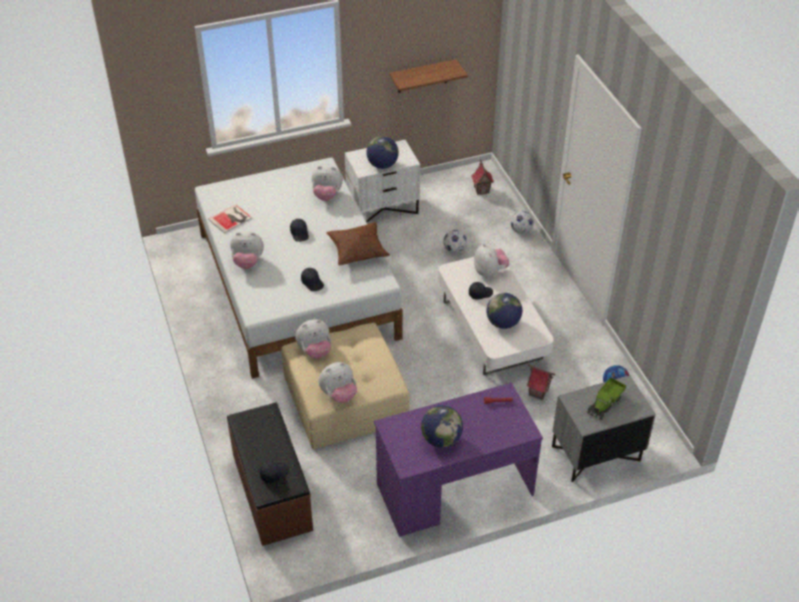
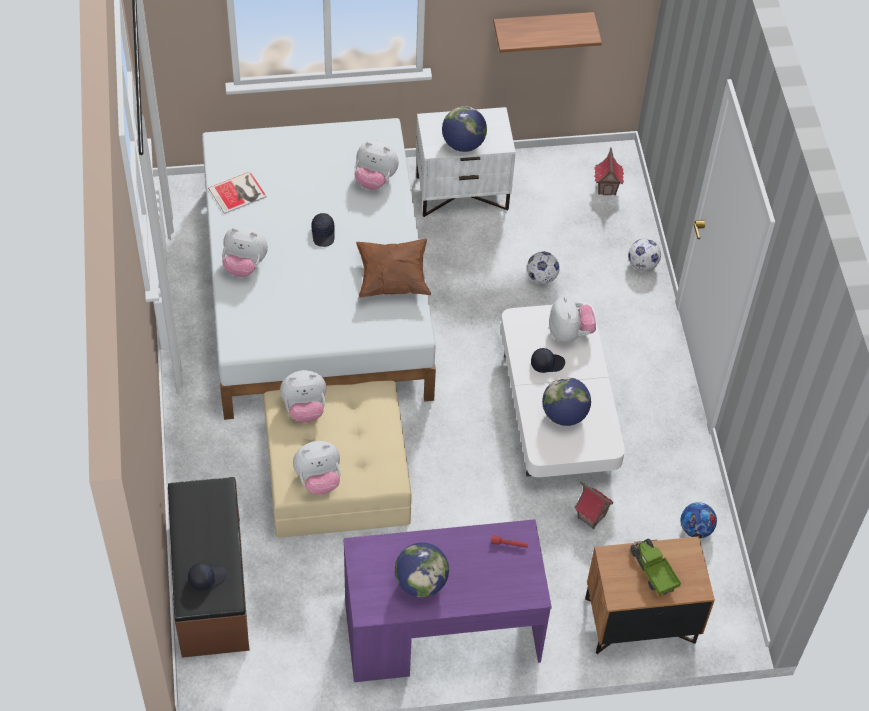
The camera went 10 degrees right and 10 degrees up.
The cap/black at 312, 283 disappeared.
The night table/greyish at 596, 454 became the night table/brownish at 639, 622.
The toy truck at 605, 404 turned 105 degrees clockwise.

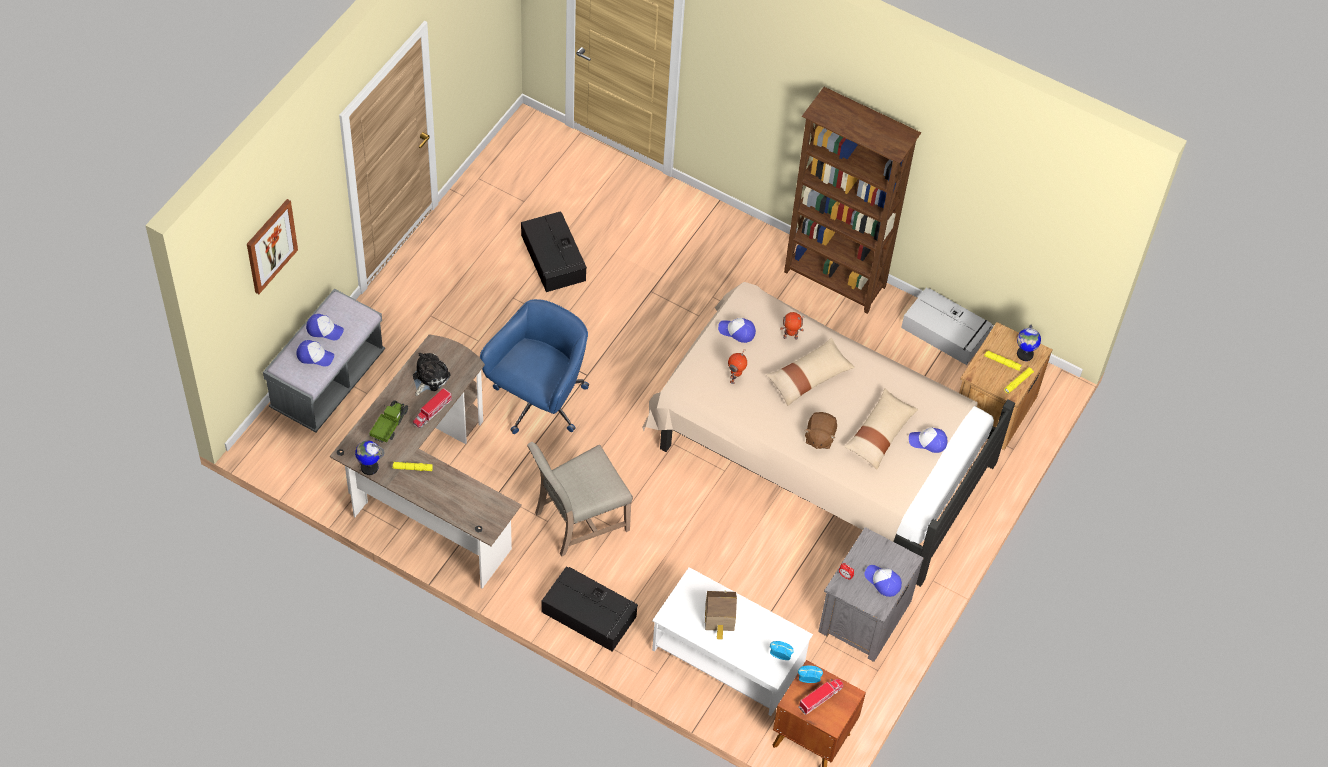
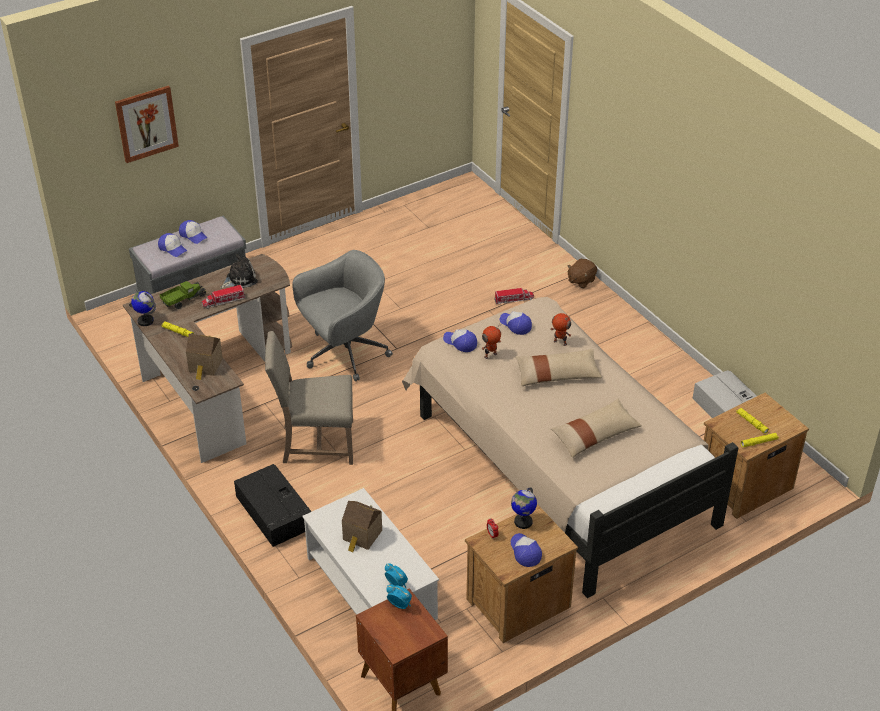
The camera went 30 degrees right and 15 degrees down.
The bookshelf/brownish at 835, 280 disappeared.
The storage container/black at 553, 259 disappeared.
The office chair/bluish at 539, 402 became the office chair/greyish at 344, 354.
The globe moved from 1024, 354 to 523, 522.
The cuddly toy/brownish moved from 819, 437 to 581, 280.
The cap moved from 928, 442 to 460, 343.
The night table/greyish at 863, 617 became the night table/brownish at 516, 603.
The toy truck moved from 820, 698 to 513, 299.
The miniature house at 205, 366 appeared.

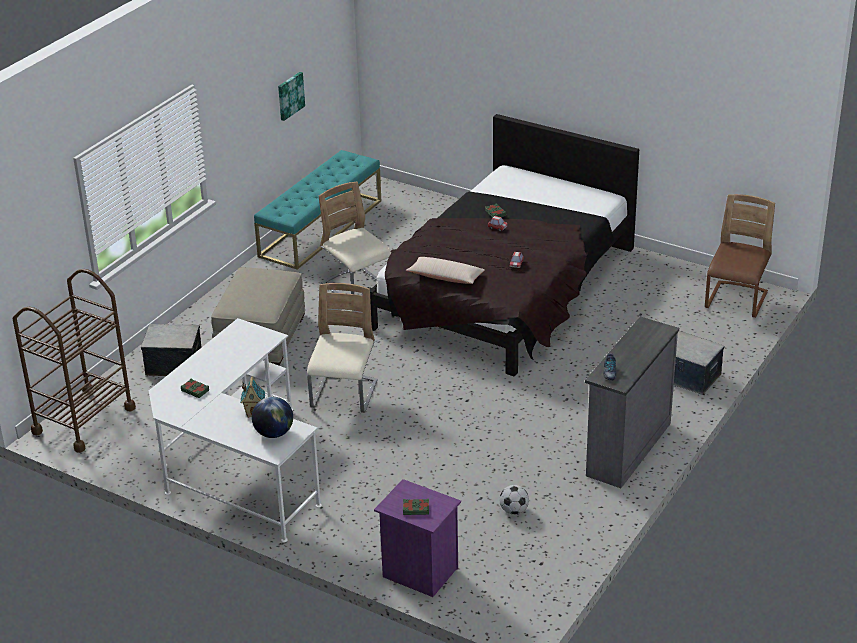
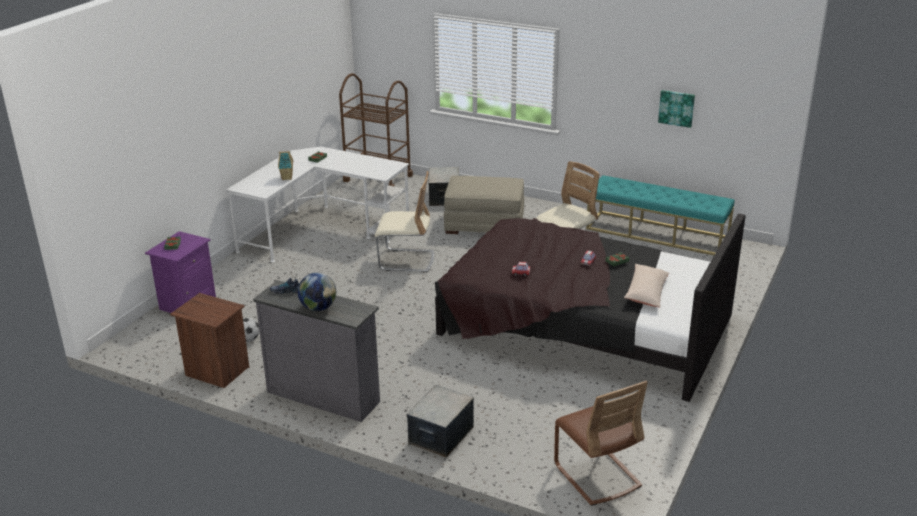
The camera went 85 degrees right and 5 degrees down.
The chair/brownish at 736, 301 turned 45 degrees clockwise.
The pillow/sand-coloured moved from 445, 277 to 646, 292.
The globe moved from 274, 433 to 318, 308.
The night table/brownish at 216, 372 appeared.

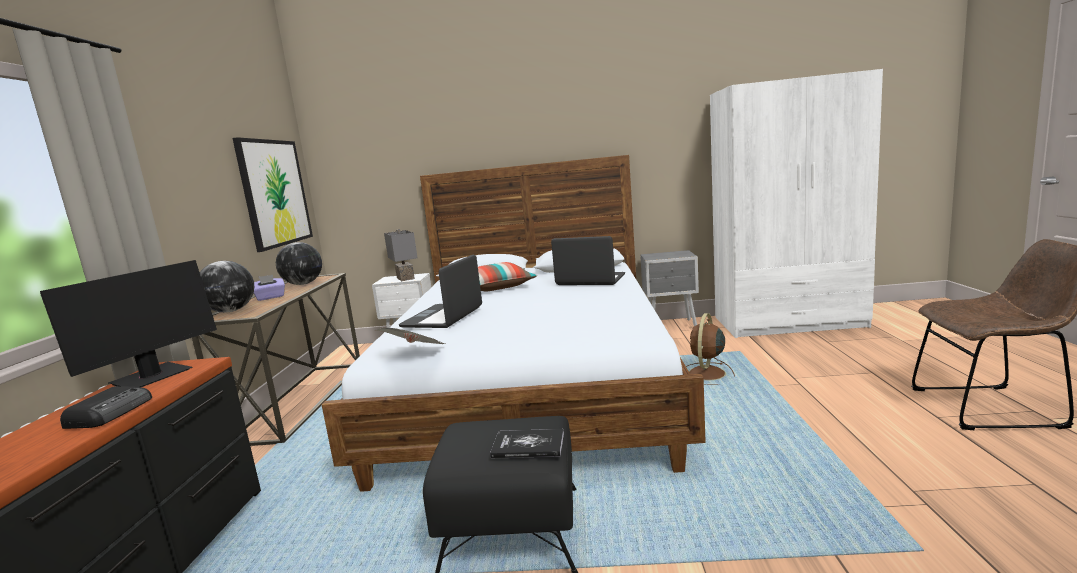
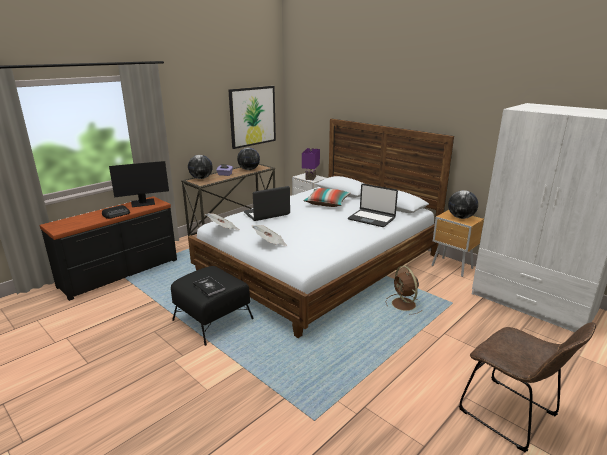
The camera went 40 degrees right and 10 degrees up.
The table lamp/greyish at 404, 278 became the table lamp/purple at 310, 178.
The portable computer at 590, 280 turned 150 degrees clockwise.
The night table/greyish at 672, 326 became the night table/brownish at 452, 267.
The fan/brownish at 706, 374 turned 90 degrees counterclockwise.
The globe at 461, 217 appeared.
The daily paper at 270, 243 appeared.

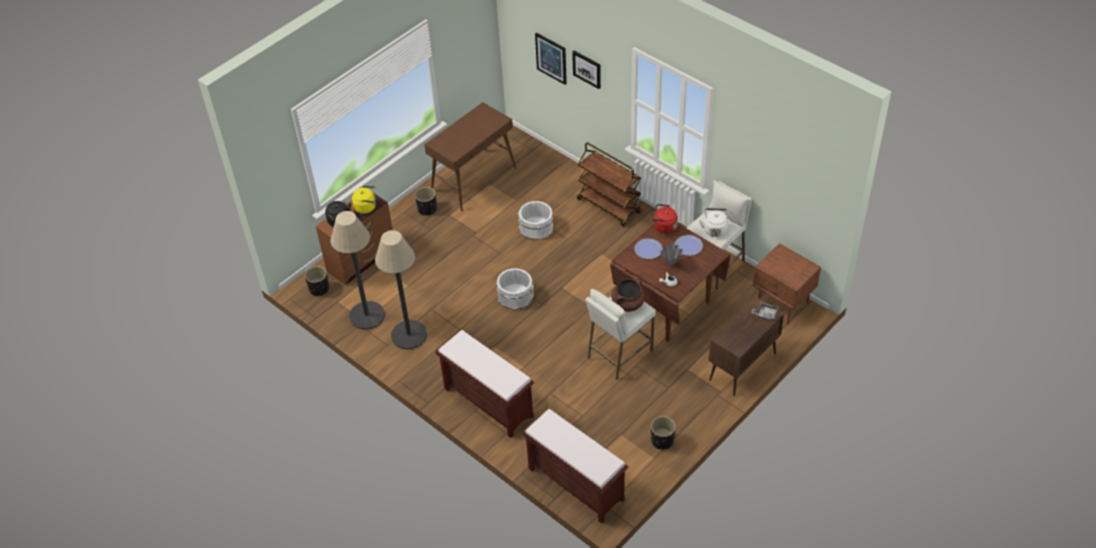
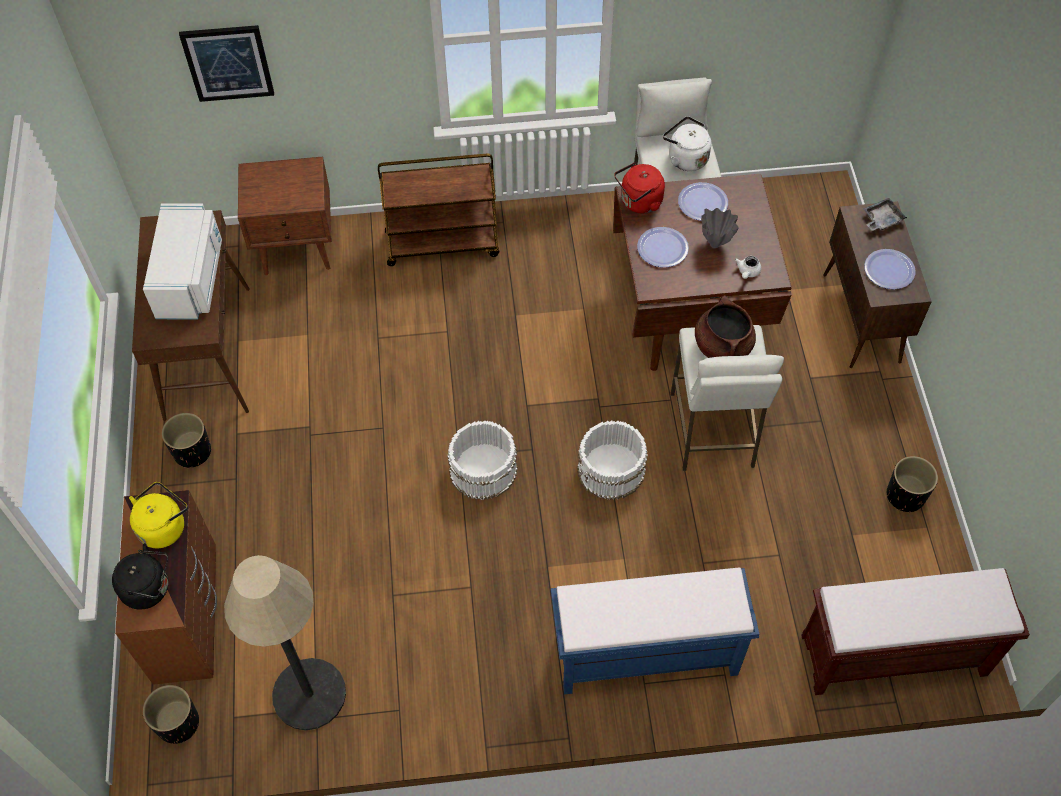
The camera went 50 degrees left and 10 degrees up.
The wall art at 587, 69 disappeared.
The water bucket/whitish moved from 536, 228 to 611, 470.
The floor lamp at 409, 335 disappeared.
The night table/brownish moved from 782, 305 to 298, 248.
The long seat/brownish at 487, 402 became the long seat/bluish at 644, 655.
The kitchen microwave/whitish at 191, 278 appeared.
The plate at 889, 270 appeared.

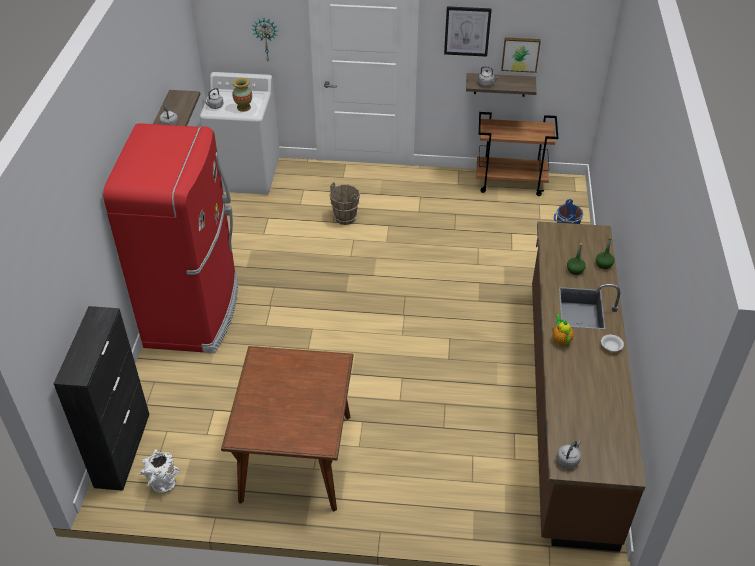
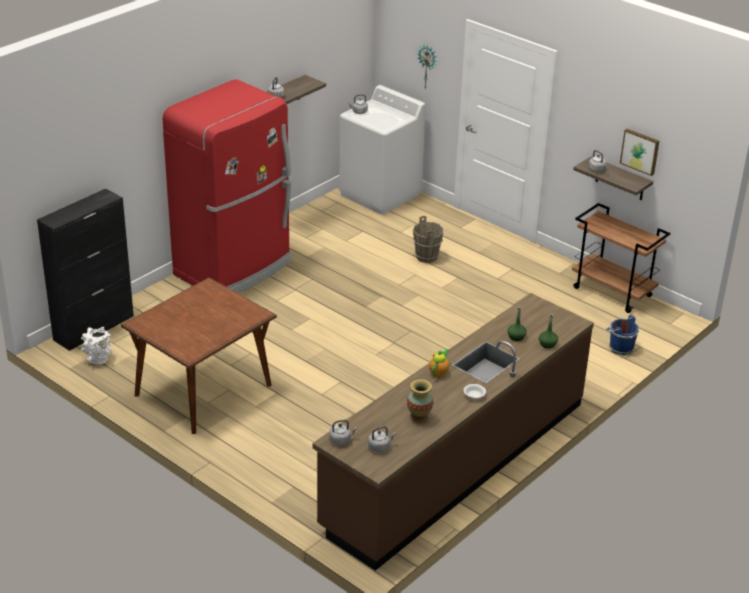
The camera went 35 degrees right and 10 degrees down.
The wall art at 467, 31 disappeared.
The flower vase moved from 244, 107 to 419, 417.
The water kettle/greyish at 380, 447 appeared.

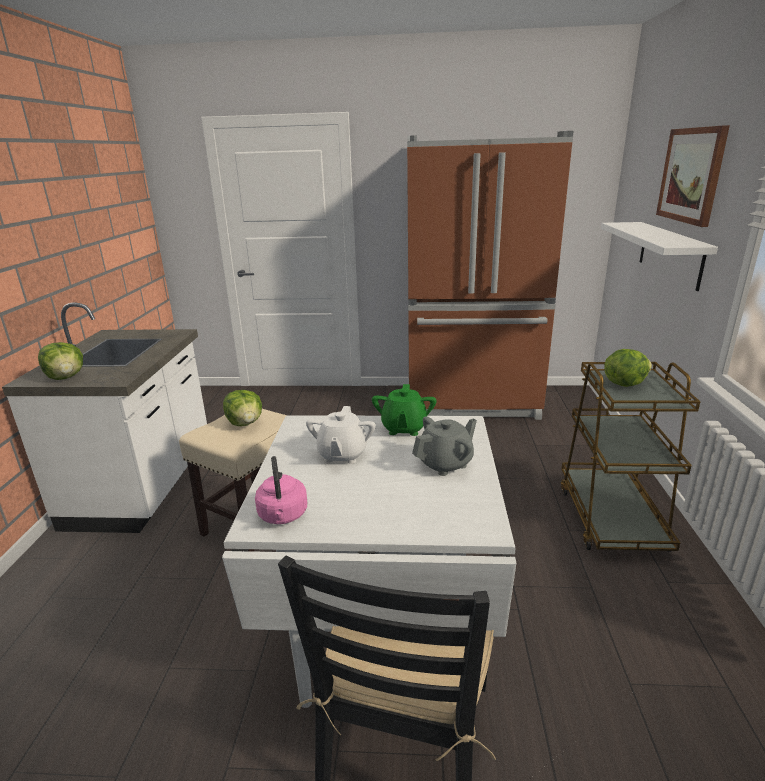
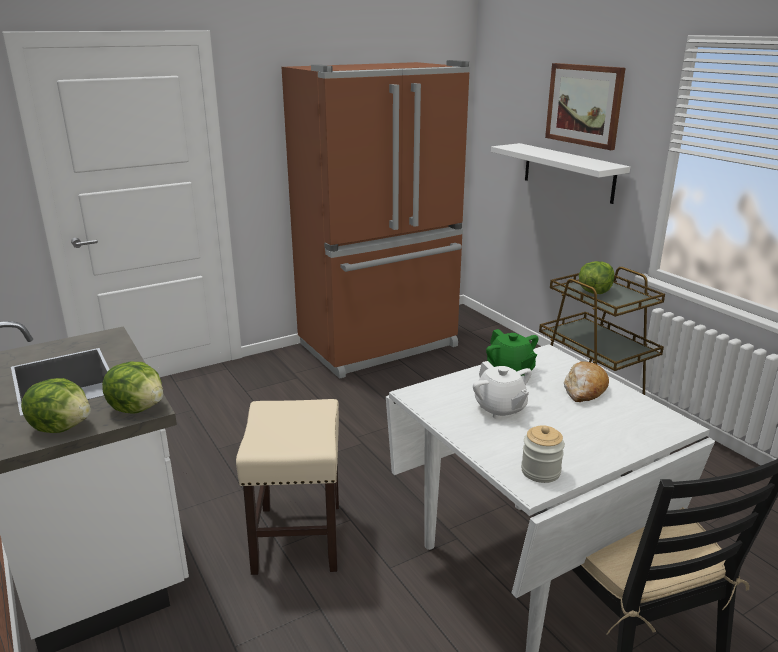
The camera went 35 degrees left and 0 degrees up.
The lettuce moved from 245, 423 to 138, 408.
The pot for tea/greyish at 445, 464 was replaced by the baked bread at 584, 389.
The water kettle/pink-coloured at 283, 516 was replaced by the preserve jar at 540, 471.

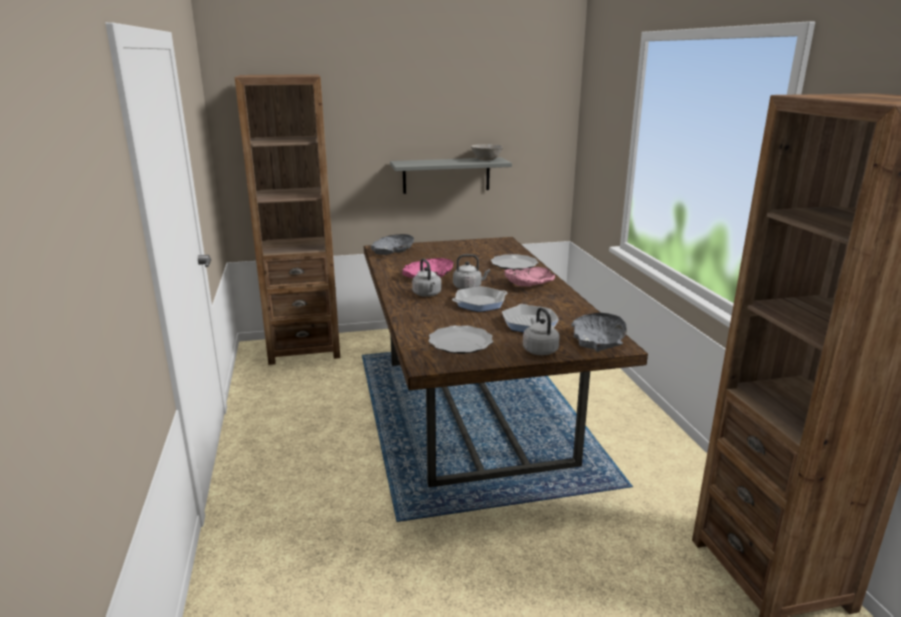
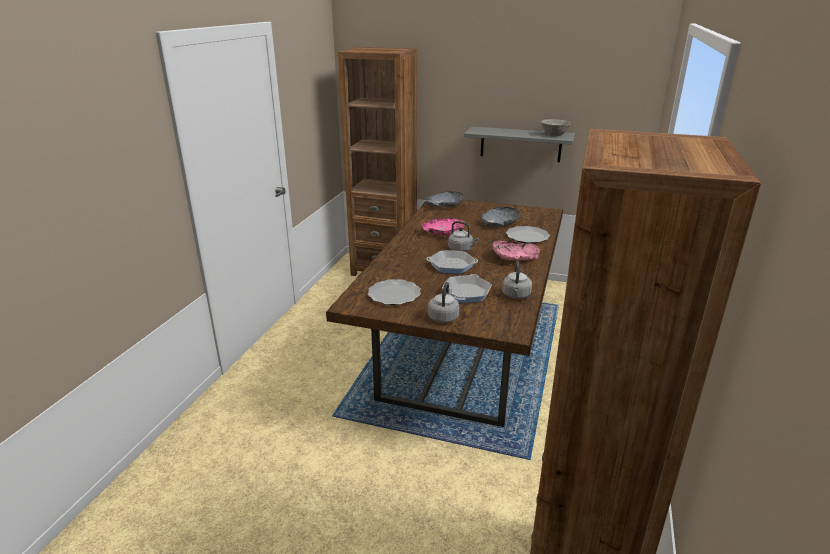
The camera went 30 degrees right and 5 degrees up.
The water kettle/greyish moved from 427, 294 to 516, 296.
The bowl/greyish moved from 598, 341 to 499, 223.

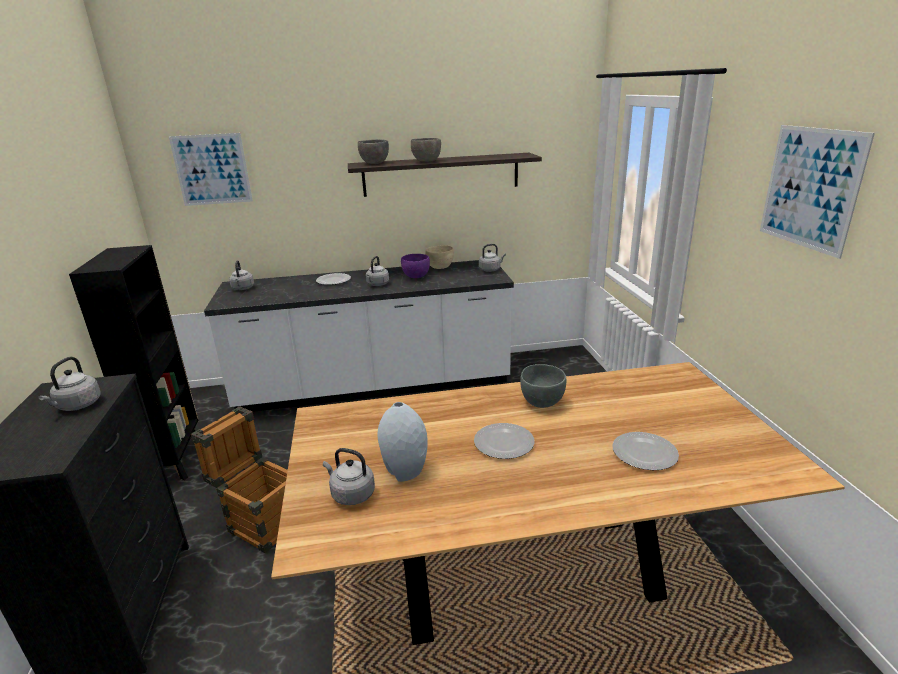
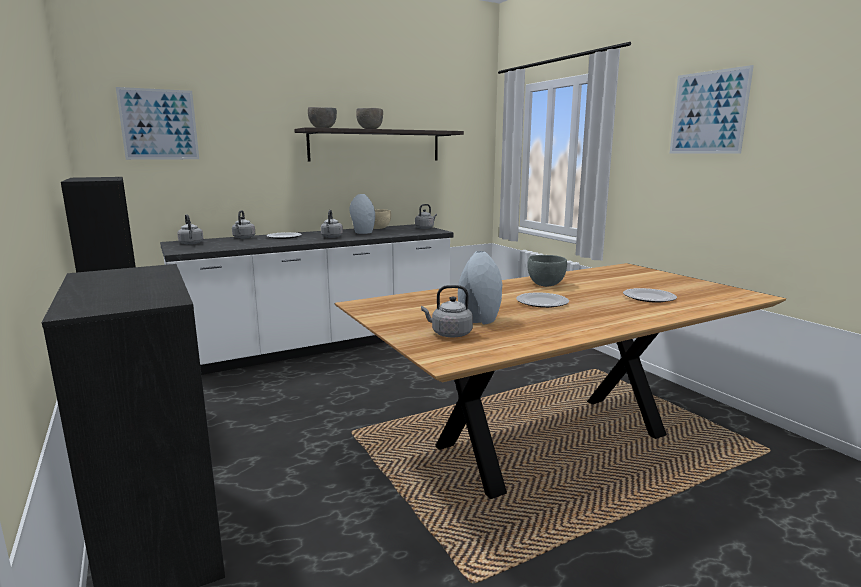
The camera went 20 degrees left and 10 degrees down.
The bowl/purple at 416, 277 was replaced by the flower vase/greyish at 363, 232.
The water kettle/greyish moved from 77, 405 to 243, 238.
The crate at 262, 520 disappeared.

